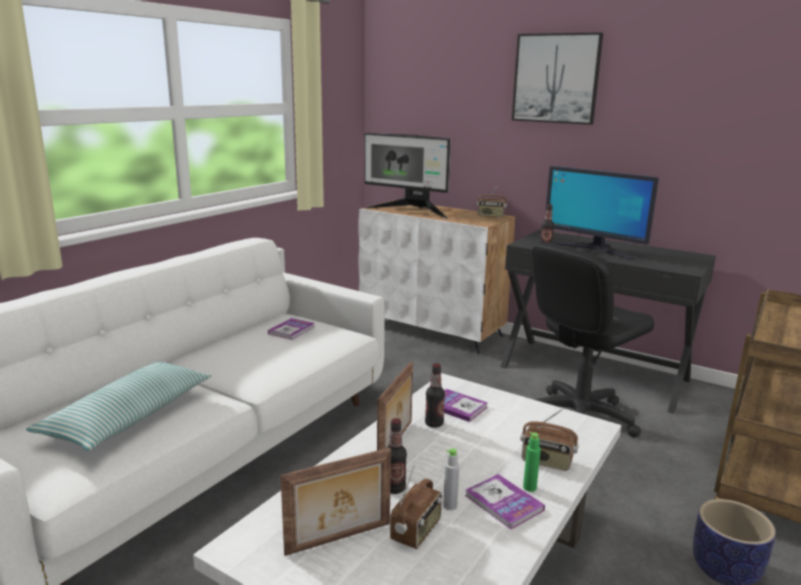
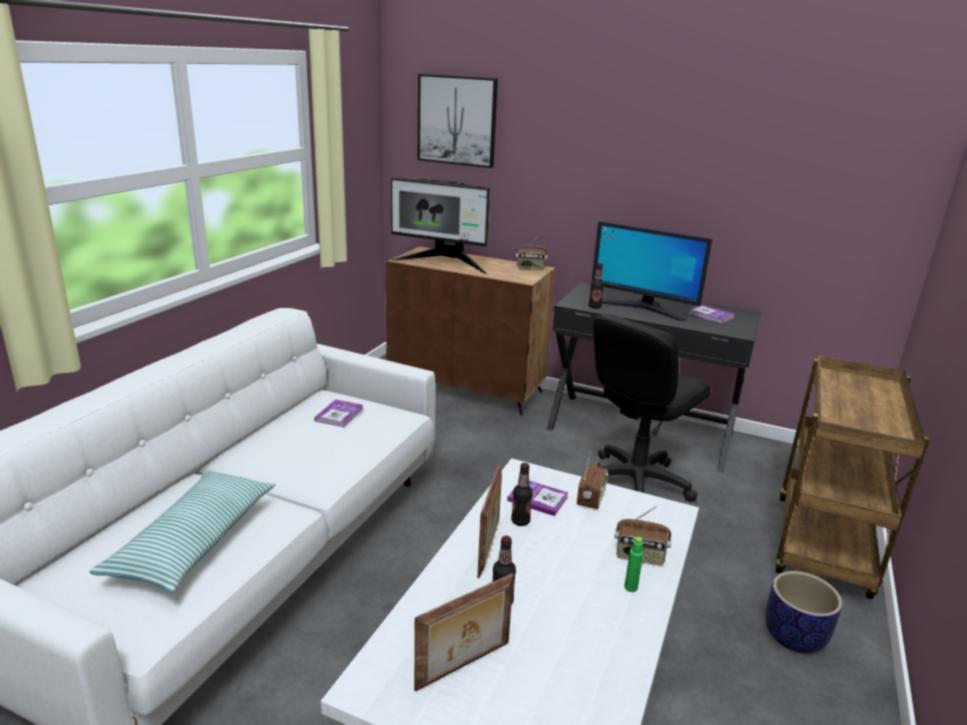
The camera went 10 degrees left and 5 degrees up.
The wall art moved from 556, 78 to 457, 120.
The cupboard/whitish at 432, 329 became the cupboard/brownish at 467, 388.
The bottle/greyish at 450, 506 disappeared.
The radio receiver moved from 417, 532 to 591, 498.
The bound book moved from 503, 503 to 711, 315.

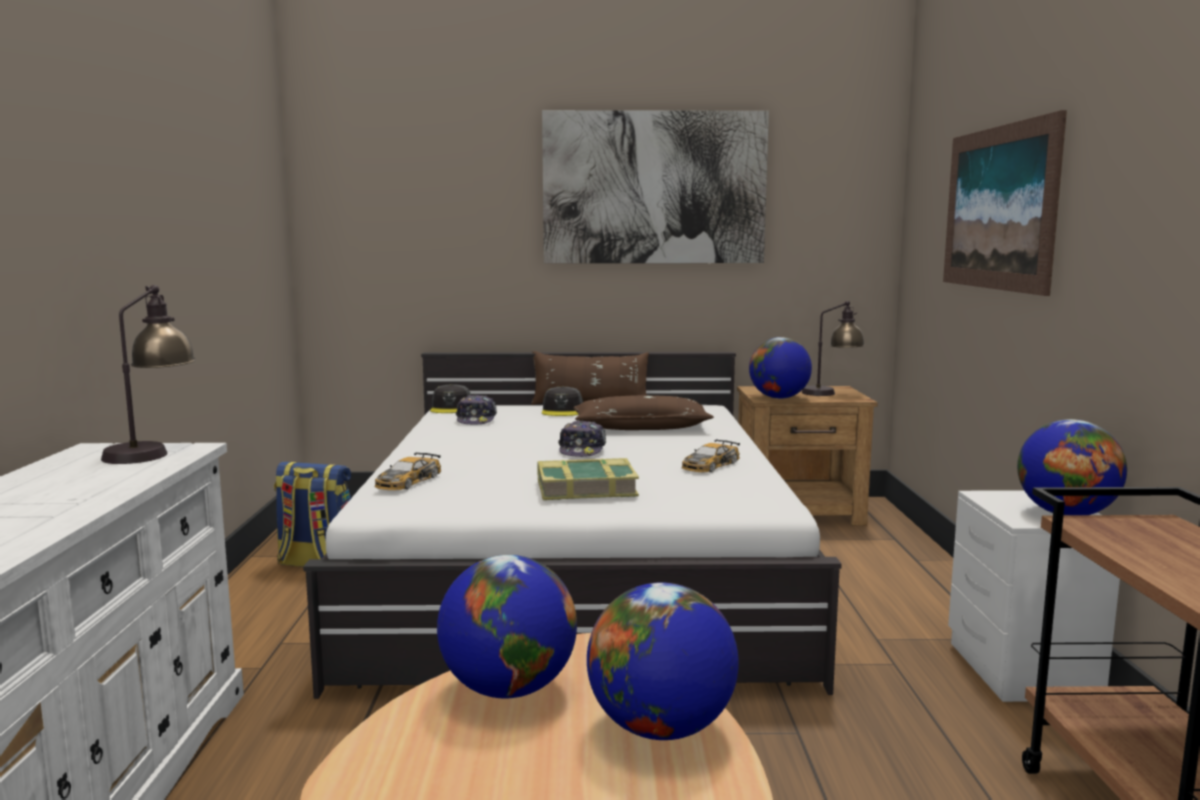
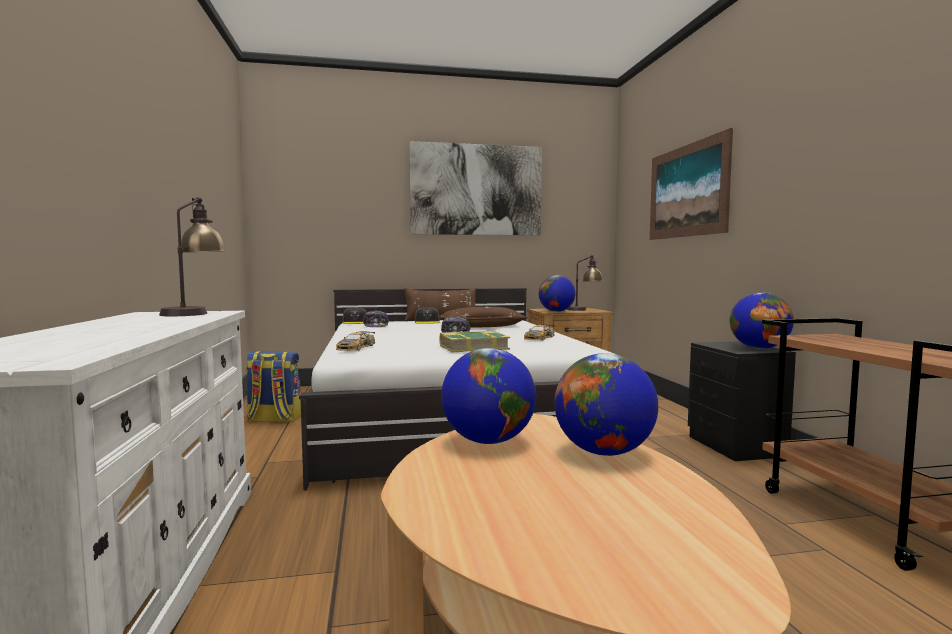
The camera went 10 degrees left and 5 degrees down.
The night table/whitish at 1021, 671 became the night table/black at 735, 447.

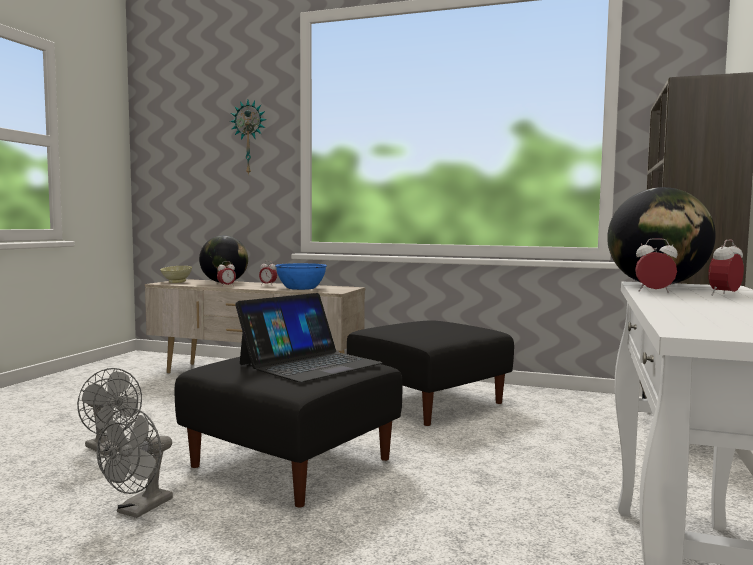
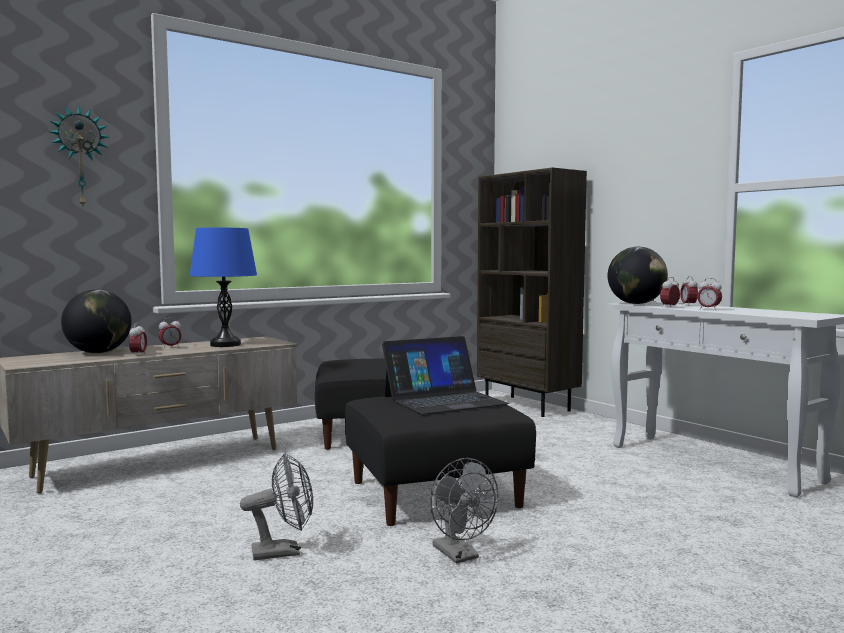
The camera went 55 degrees left and 0 degrees up.
The bowl/bluish at 301, 288 was replaced by the table lamp/bluish at 225, 345.
The bowl/sand-coloured at 176, 282 disappeared.
The portable computer at 309, 364 turned 75 degrees clockwise.
The bedside clock at 709, 309 appeared.

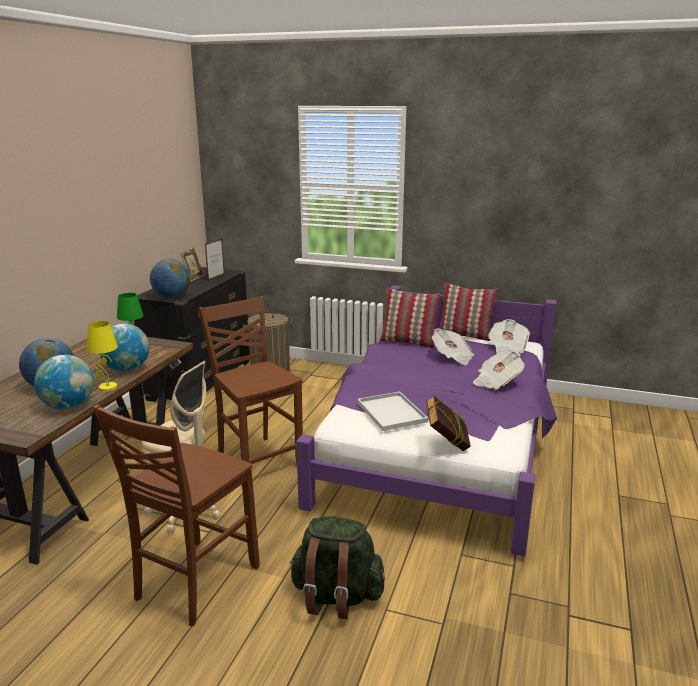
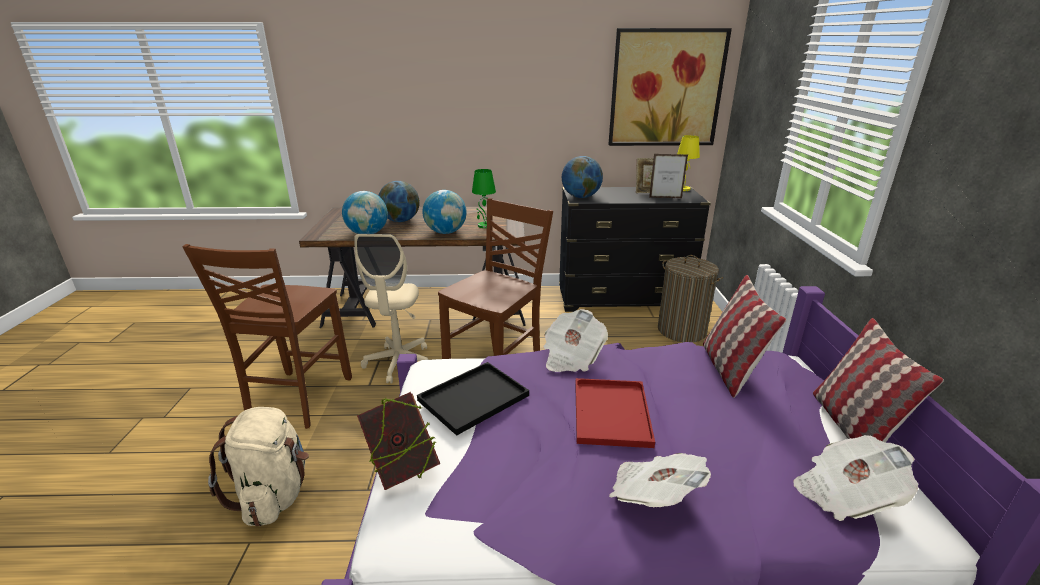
The camera went 70 degrees right and 5 degrees up.
The table lamp/yellowish moved from 107, 388 to 682, 189.
The daily paper moved from 452, 357 to 571, 357.
The tray/whitish at 392, 412 became the tray/black at 472, 399.
The chair/brownish at 194, 583 turned 90 degrees counterclockwise.
The rucksack/greenish at 336, 596 became the rucksack/sand-coloured at 274, 495.
The wall art at 666, 89 appeared.
The tray/red at 612, 414 appeared.

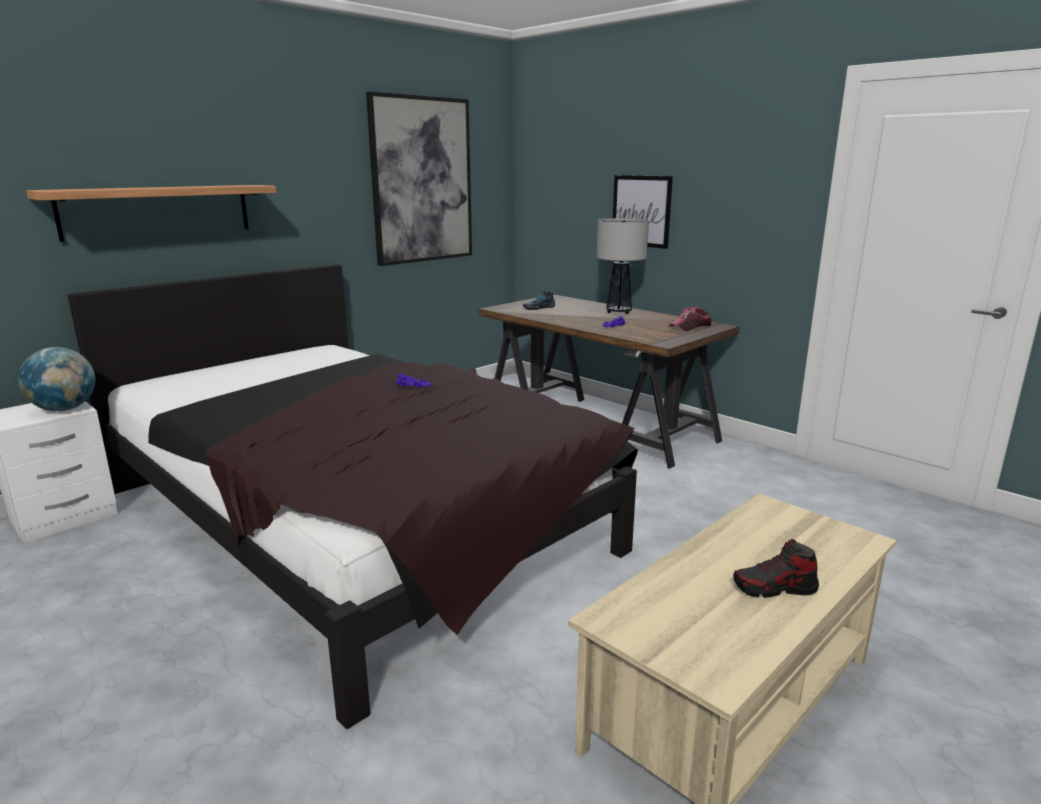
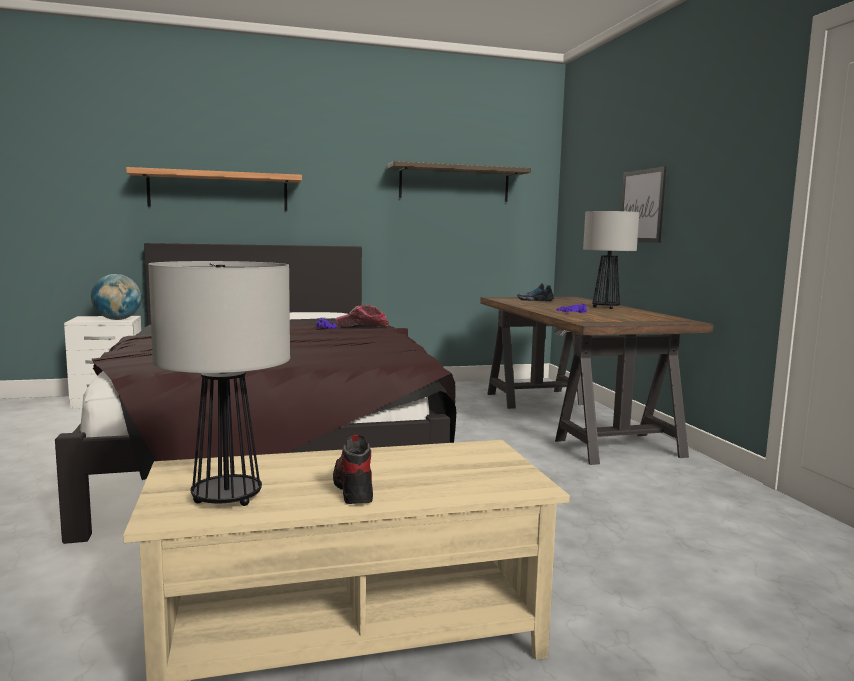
The camera went 30 degrees right and 10 degrees down.
The wall art at 422, 180 was replaced by the shelf at 454, 183.
The cap moved from 690, 327 to 362, 325.
The shoe at 774, 588 turned 45 degrees clockwise.
The table lamp at 228, 498 appeared.

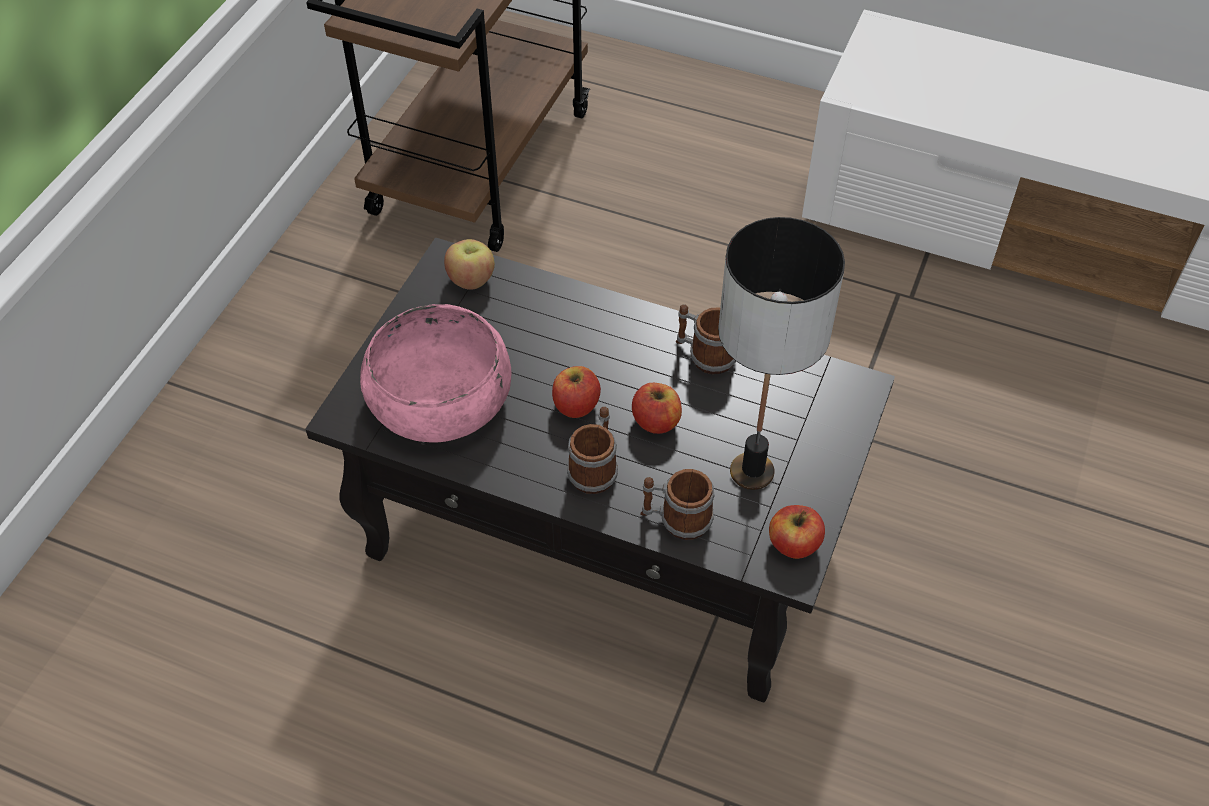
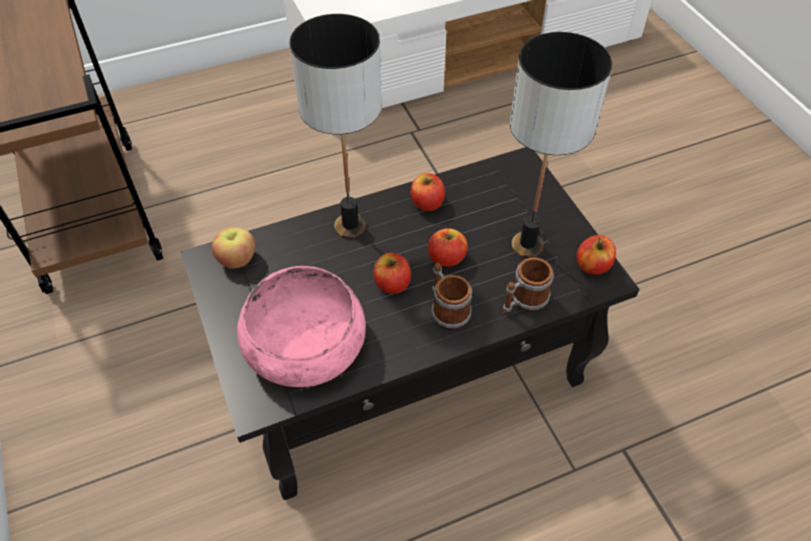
The camera went 45 degrees left and 0 degrees up.
The coffee mug at 704, 355 was replaced by the apple at 427, 203.
The table lamp at 351, 227 appeared.

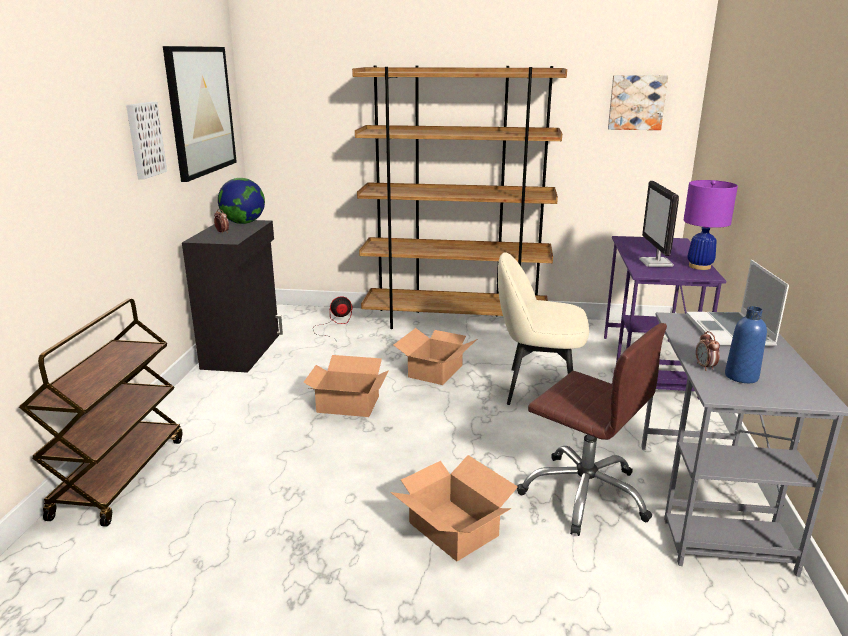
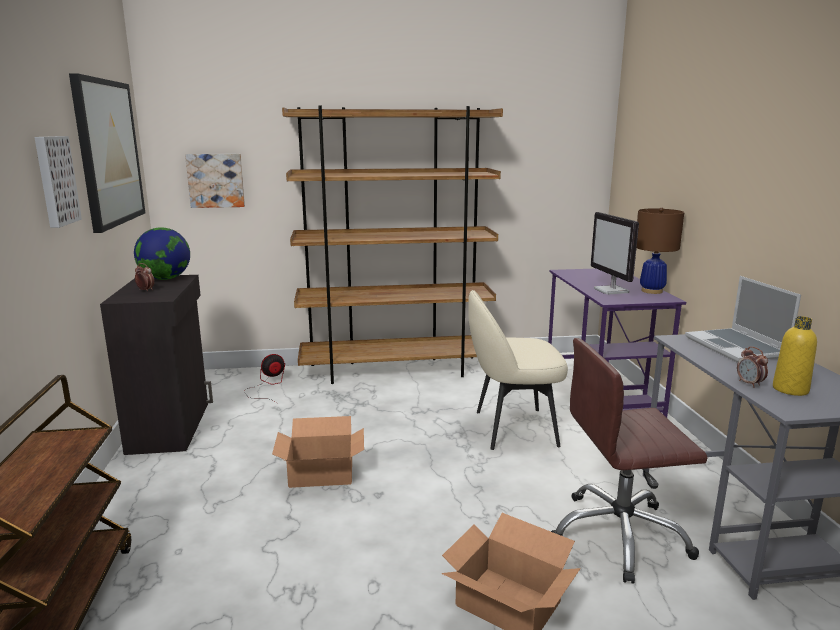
The camera went 15 degrees left and 5 degrees down.
The wall art moved from 636, 102 to 216, 180.
The table lamp/purple at 699, 266 became the table lamp/brownish at 651, 291.
The bottle/bluish at 741, 376 became the bottle/yellowish at 790, 389.
The office chair/brownish at 585, 494 turned 150 degrees clockwise.
The packing box at 436, 371 disappeared.

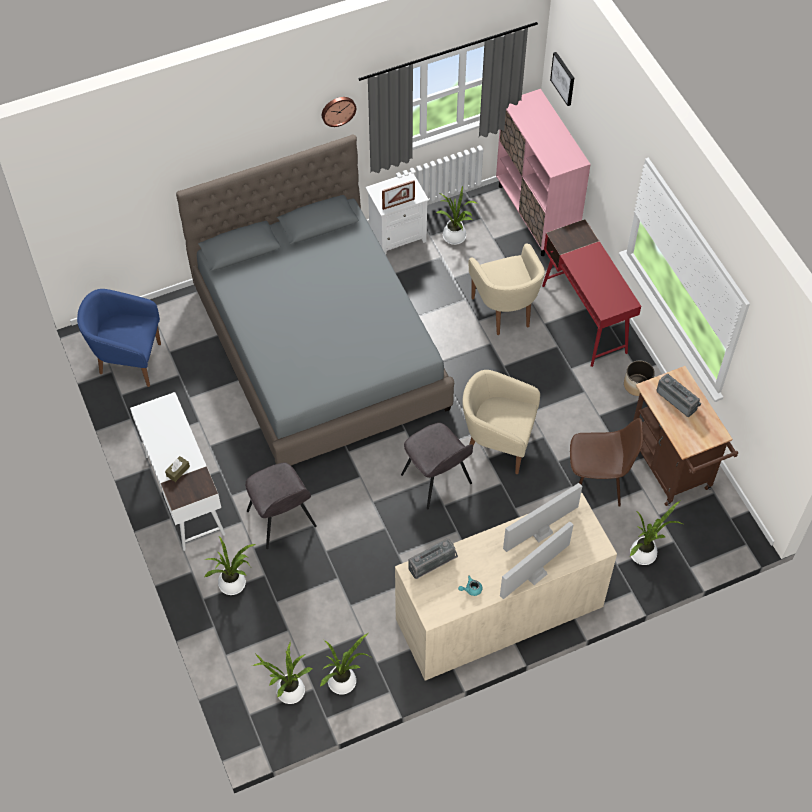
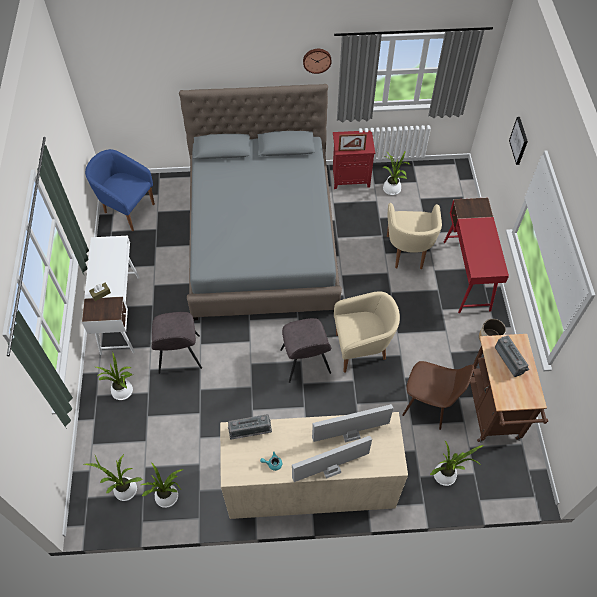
The camera went 20 degrees right and 0 degrees up.
The wall art moved from 563, 78 to 519, 140.
The cupboard/pink-coloured at 536, 215 disappeared.
The night table/whitish at 397, 235 became the night table/red at 351, 177.
The armchair/sand-coloured at 497, 444 turned 135 degrees clockwise.

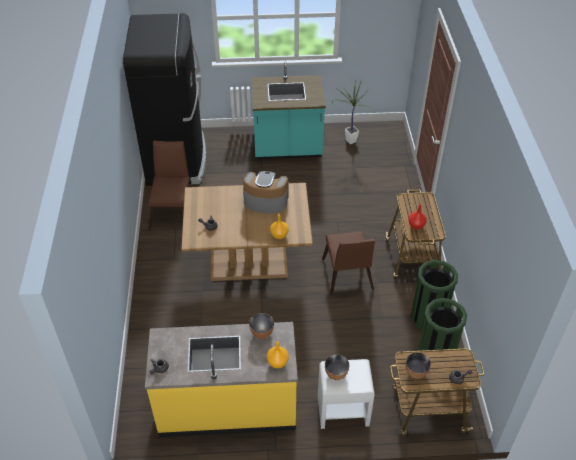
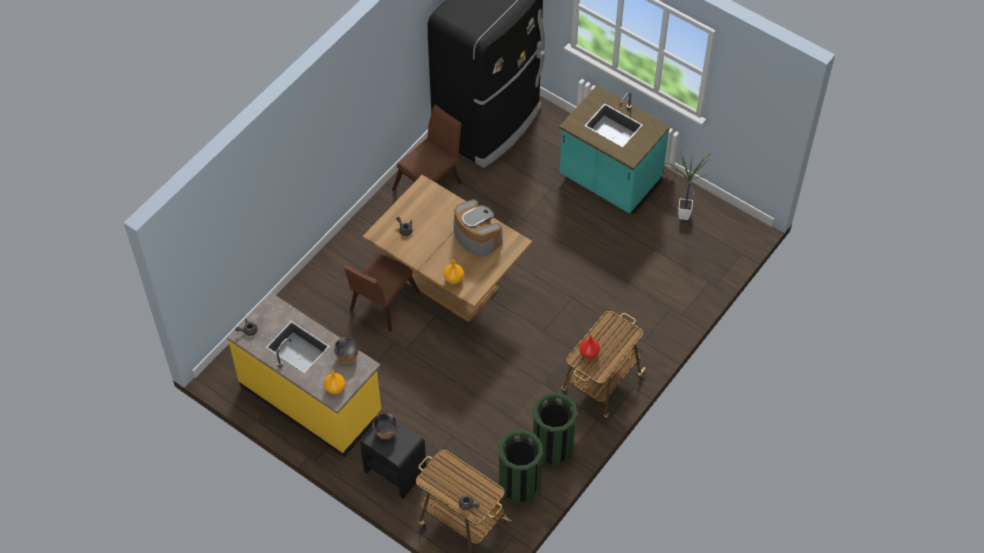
The camera went 40 degrees right and 10 degrees up.
The chair/brownish moved from 347, 277 to 381, 304.
The bowl at 416, 372 disappeared.
The night table/whitish at 342, 411 became the night table/black at 394, 470.

